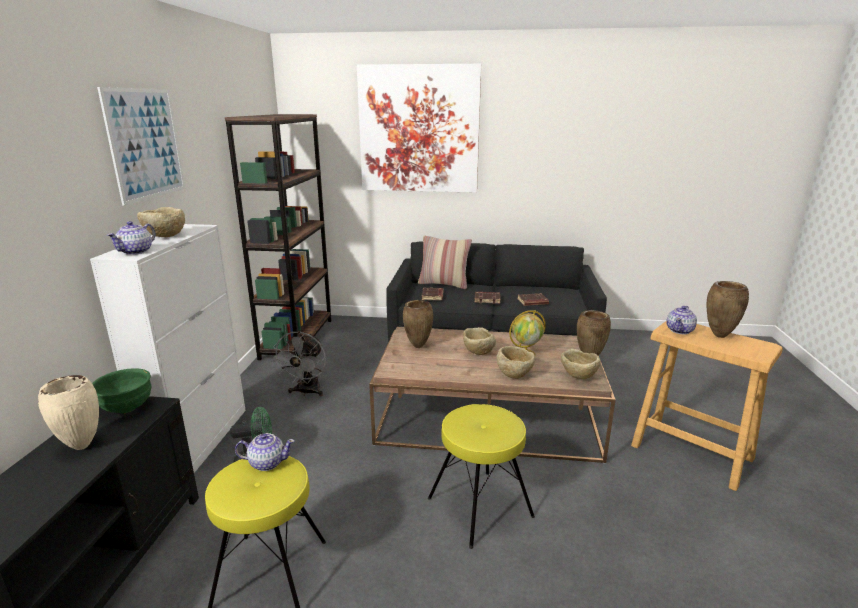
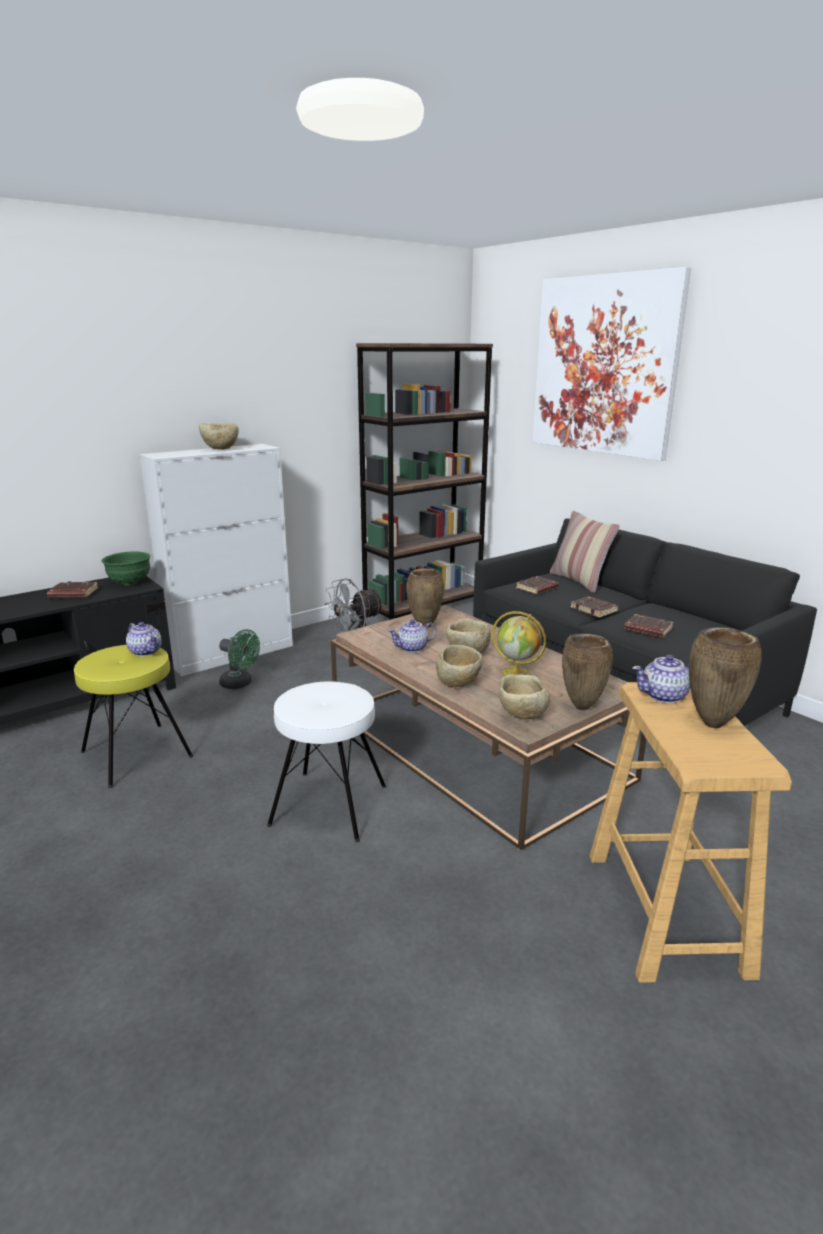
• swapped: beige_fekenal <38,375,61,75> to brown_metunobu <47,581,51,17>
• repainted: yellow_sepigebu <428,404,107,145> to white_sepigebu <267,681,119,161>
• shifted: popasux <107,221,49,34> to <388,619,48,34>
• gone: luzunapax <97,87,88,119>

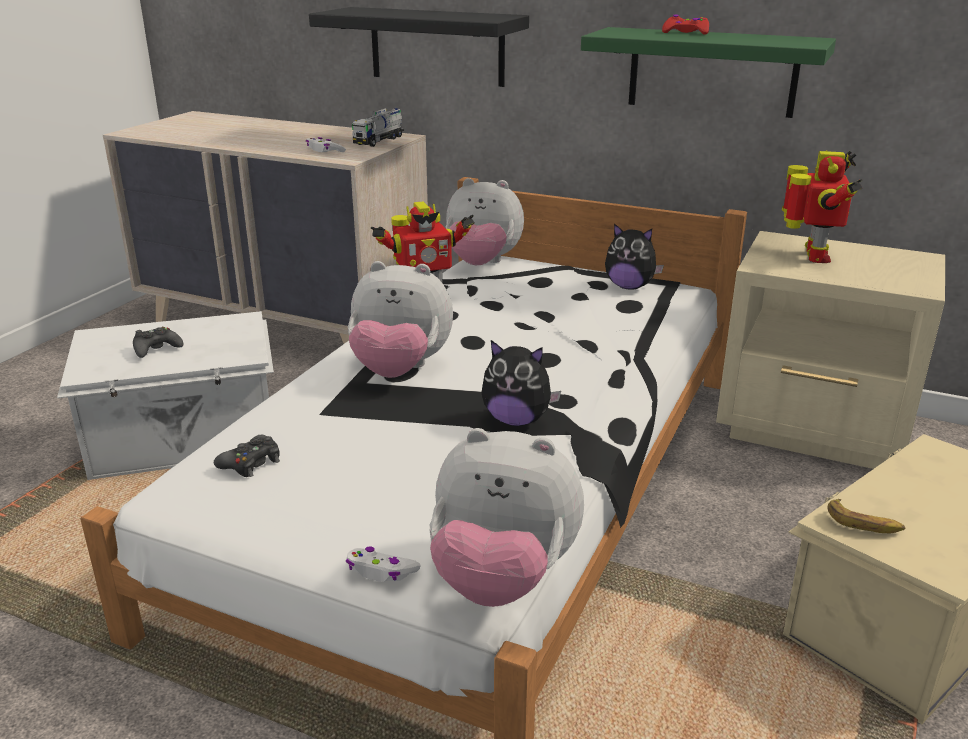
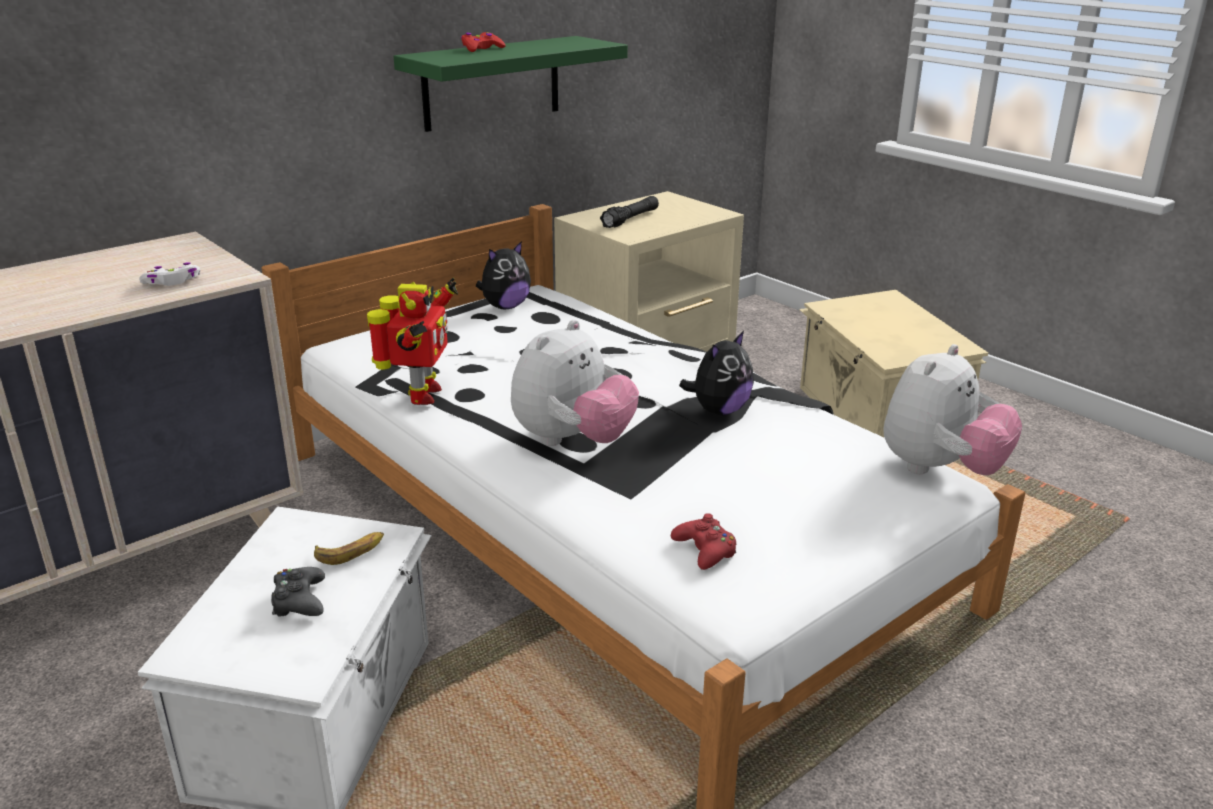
• shifted: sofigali <827,499,78,34> to <314,532,70,33>
• swapped: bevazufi <782,151,81,112> to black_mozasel <600,196,59,32>
• repainted: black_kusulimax <214,435,66,42> to red_kusulimax <671,513,65,57>
• gone: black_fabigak <309,7,220,80>
• gone: white_kusulimax <346,546,75,36>
• gone: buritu <352,108,52,39>
• gone: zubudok <445,178,79,87>

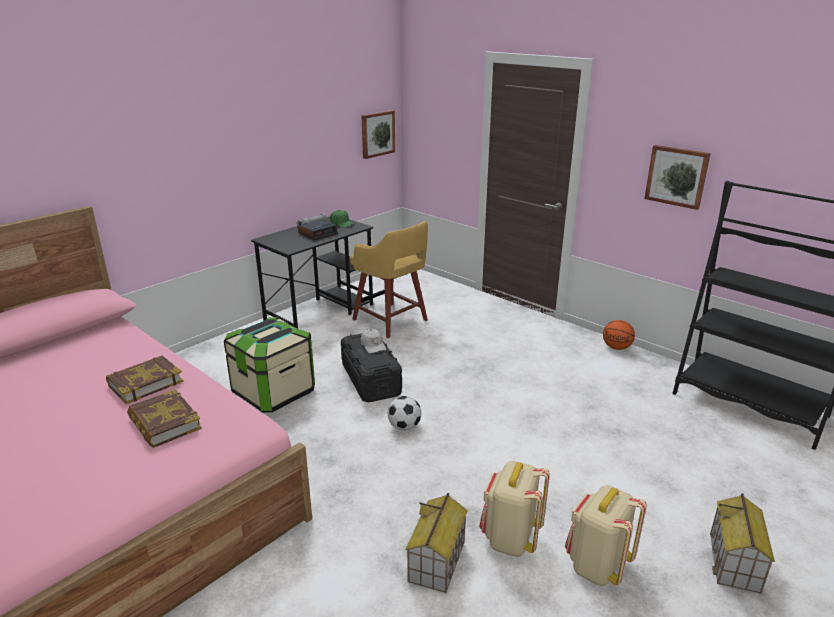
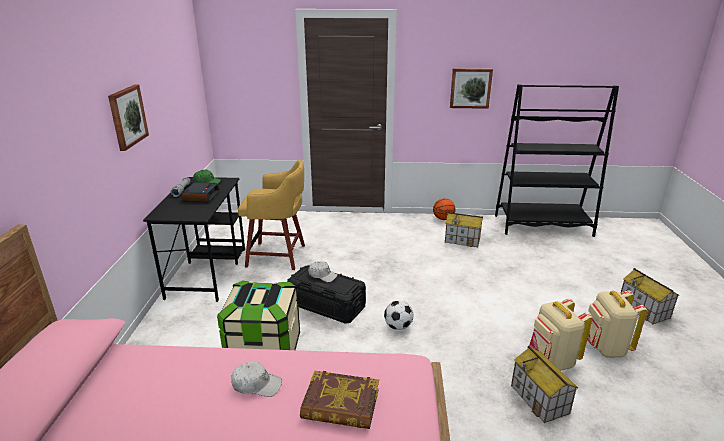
• shifted: luzunapax <361,110,34,49> to <108,85,41,66>
• swapped: metunobu <106,355,78,49> to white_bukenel <231,362,51,35>
• new: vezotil <445,212,38,35>

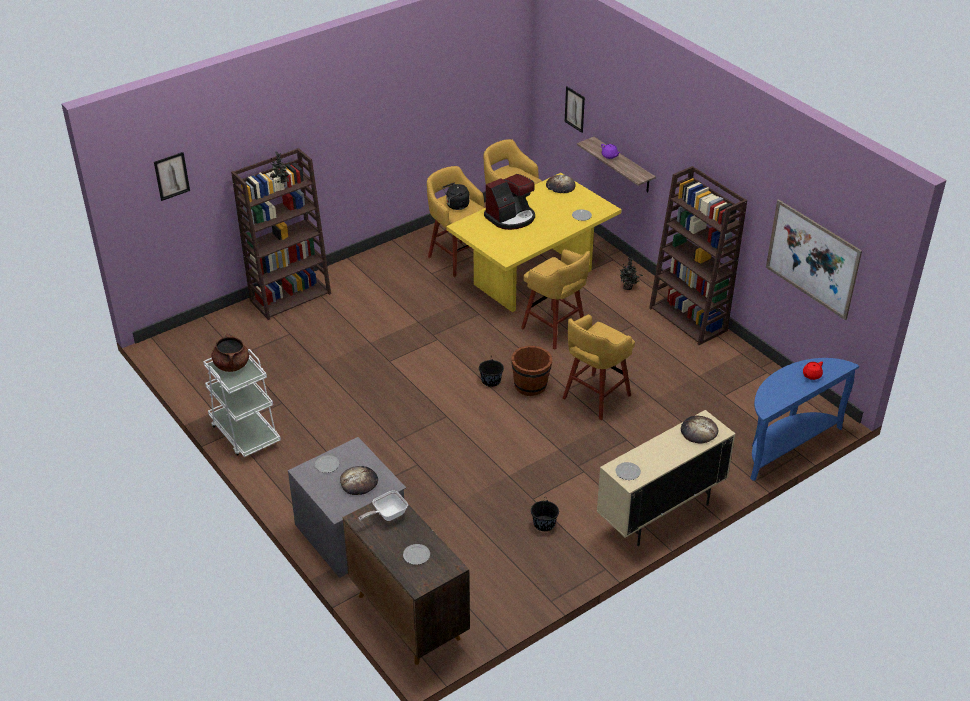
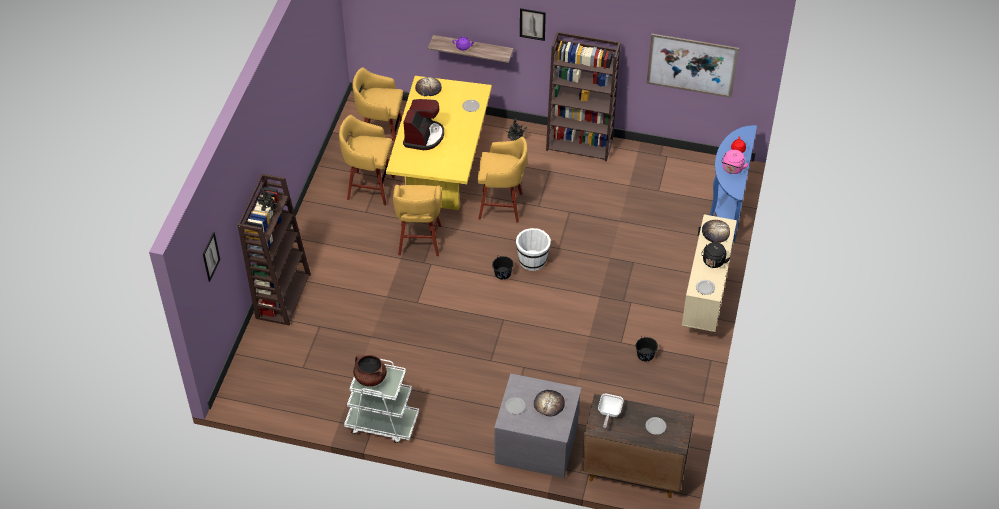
• shifted: yellow_sepigebu <563,314,72,106> to <393,184,49,72>
• repainted: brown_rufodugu <511,346,41,50> to white_rufodugu <516,228,35,43>
• shifted: luzunapax <565,86,20,47> to <520,8,26,33>
• shifted: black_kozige <443,183,26,27> to <701,242,29,26>
• new: pink_kozige <721,150,28,24>

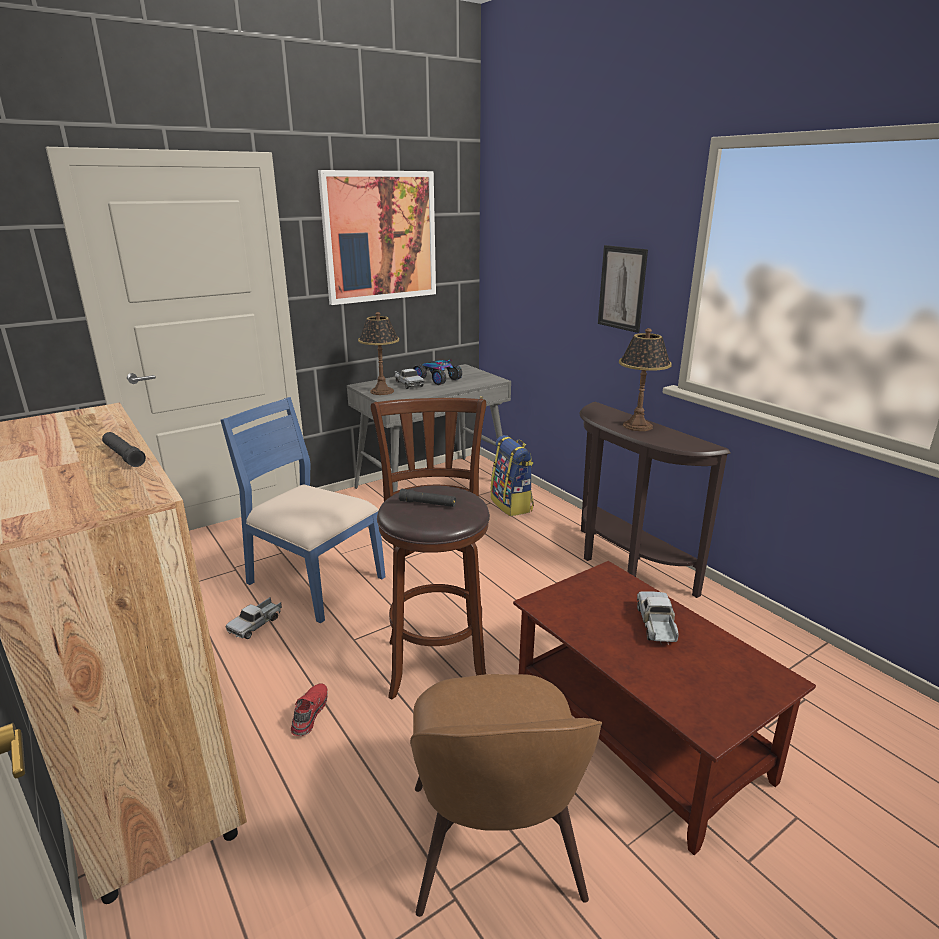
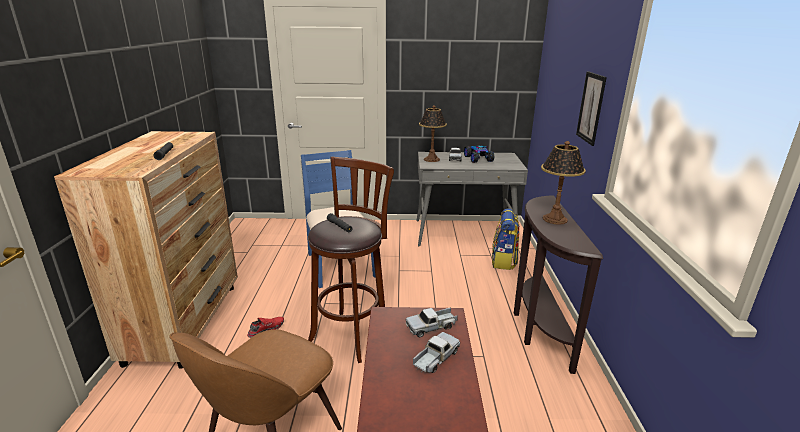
• shifted: buritu <226,597,56,42> to <406,308,52,30>
• gone: luzunapax <318,170,118,135>

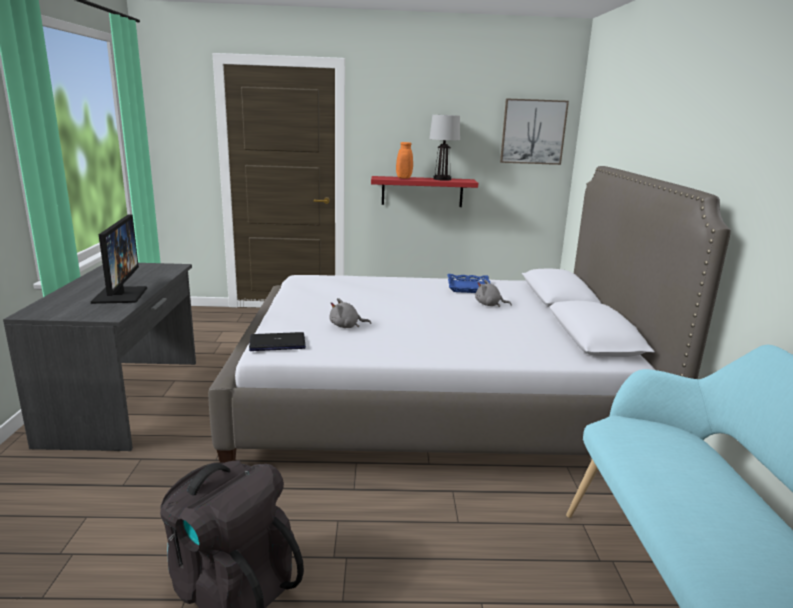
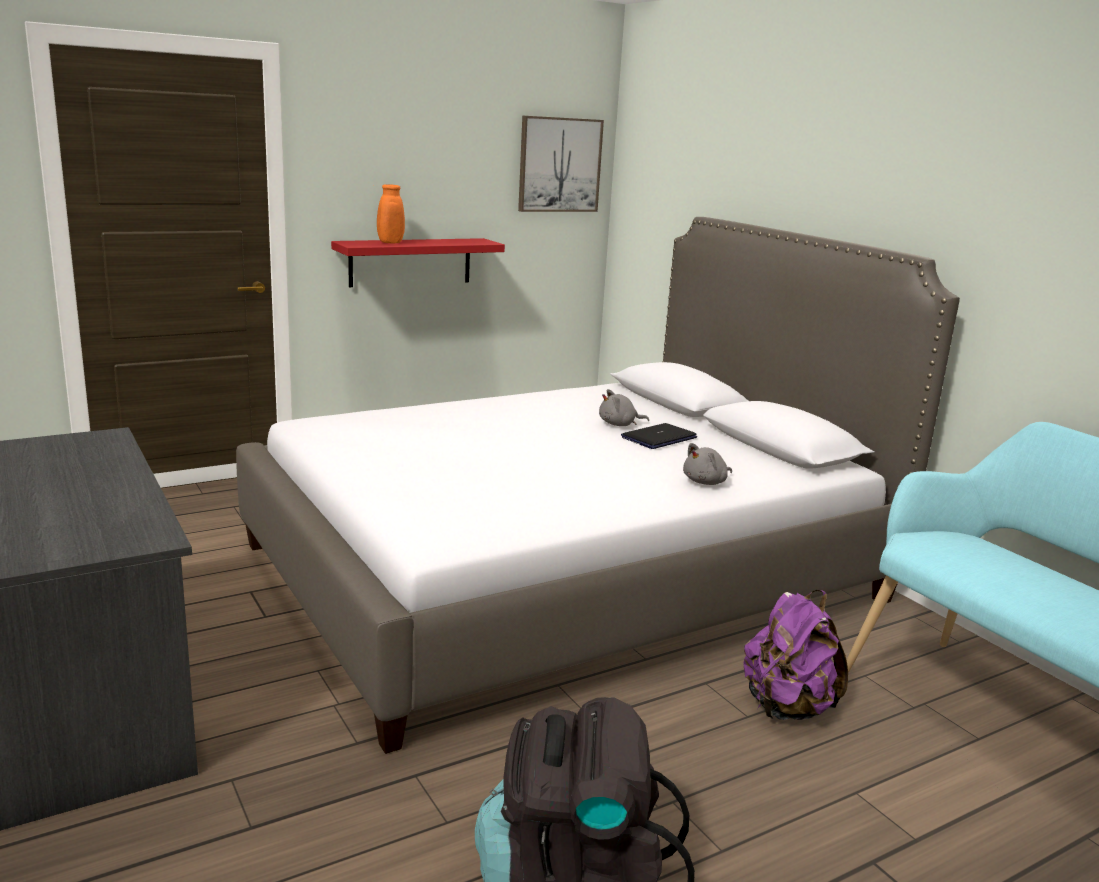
• shifted: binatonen <249,332,57,19> to <621,423,76,26>
• shifted: grey_zubudok <329,298,42,30> to <683,443,49,42>
• new: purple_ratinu <743,590,105,130>
• gone: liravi <91,214,56,90>
• gone: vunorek <429,115,31,66>
• gone: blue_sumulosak <447,274,44,19>

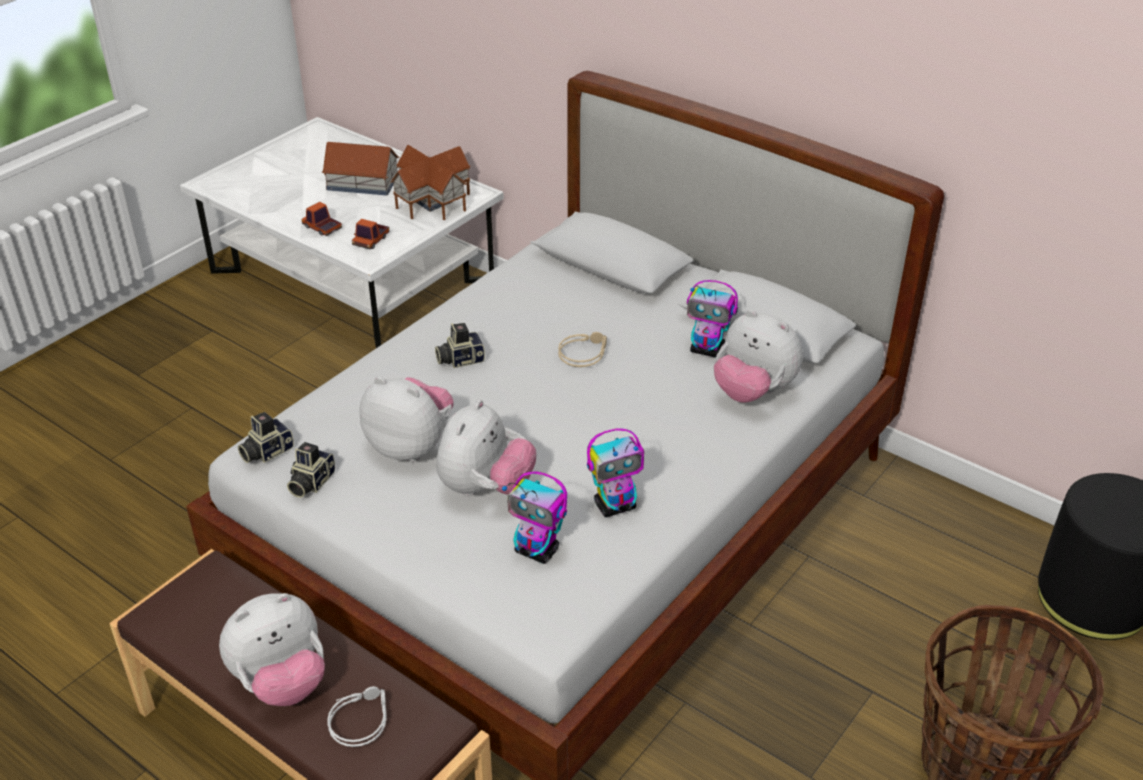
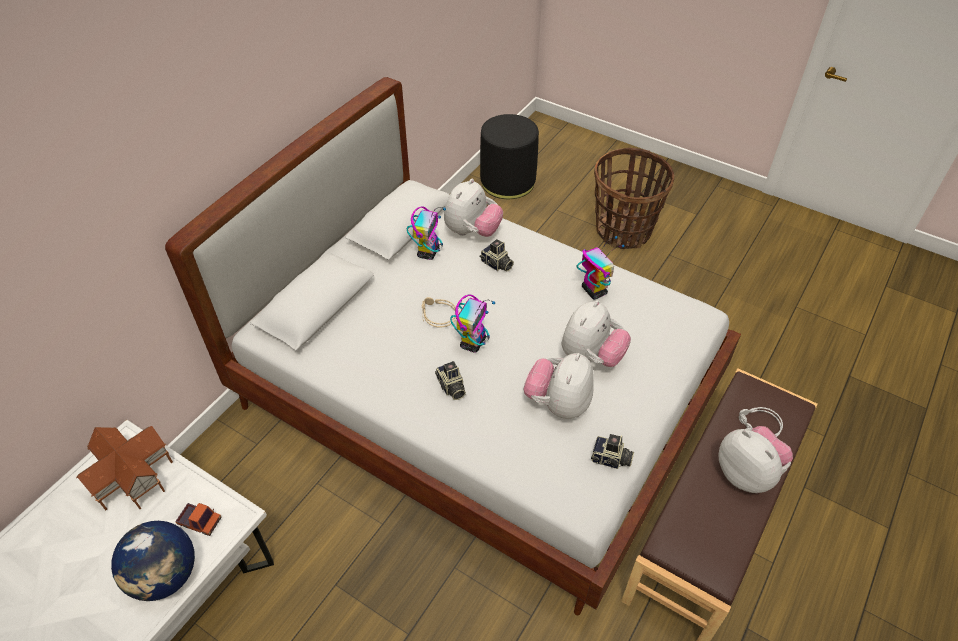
• swapped: buritu <301,202,41,34> to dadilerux <111,521,84,80>
• shifted: bevazufi <502,471,65,93> to <450,294,45,59>
• shifted: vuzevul <238,412,56,51> to <480,239,34,33>
• rotated: zubudok <437,400,99,96> = <561,300,70,67> 105 degrees clockwise
• gone: vezotil <322,142,77,54>

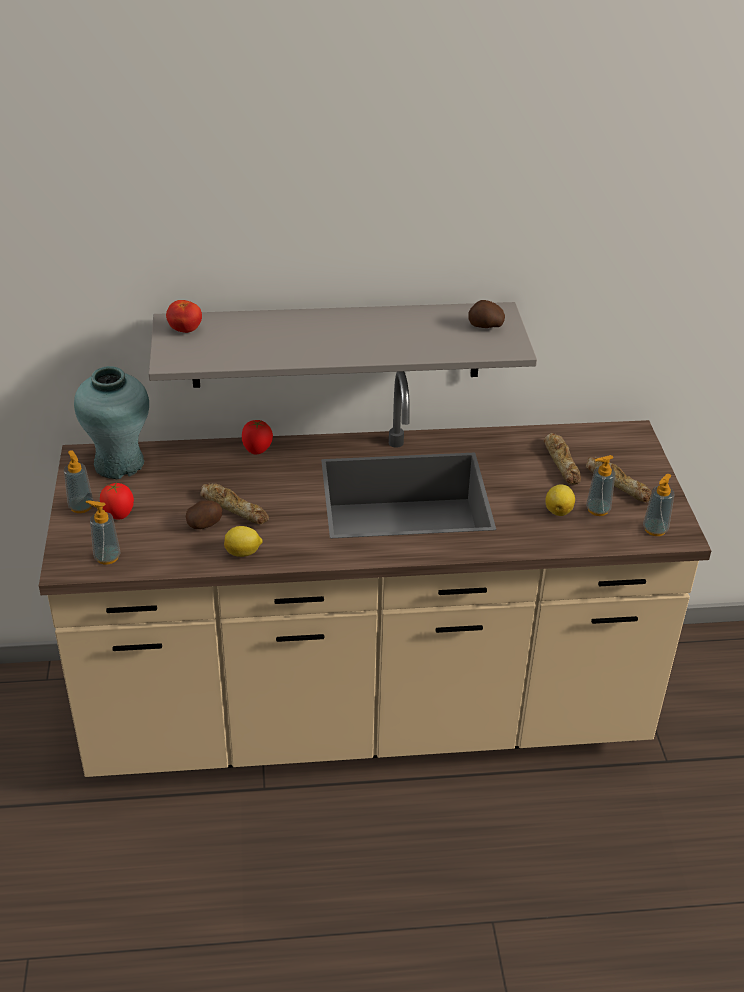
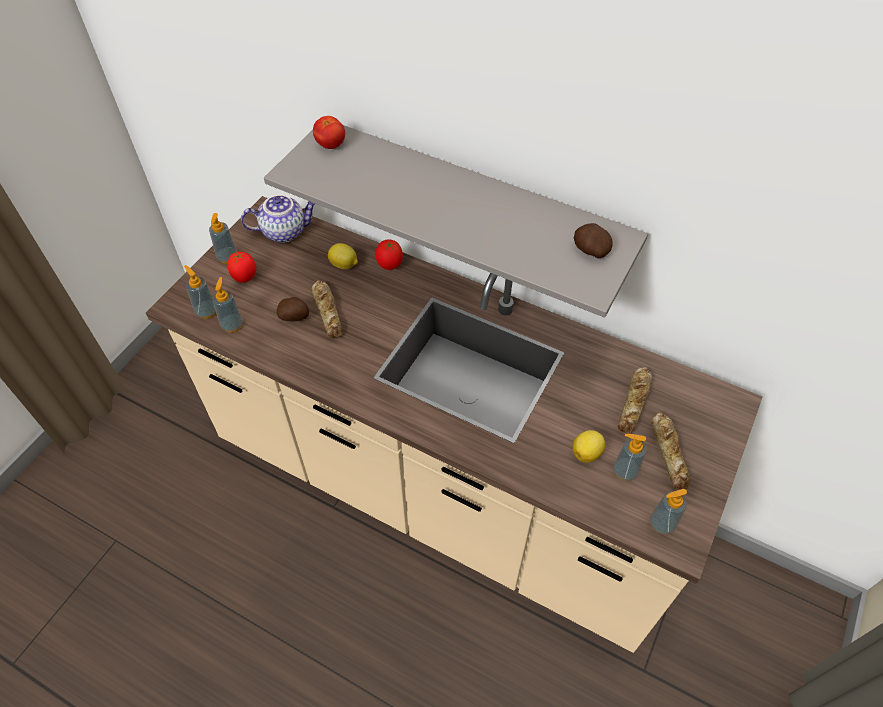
• new: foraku <213,277,30,56>
• swapped: turquoise_fekenal <74,366,75,113> to popasux <241,194,74,49>
• shifted: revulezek <224,526,39,31> to <328,243,30,26>

